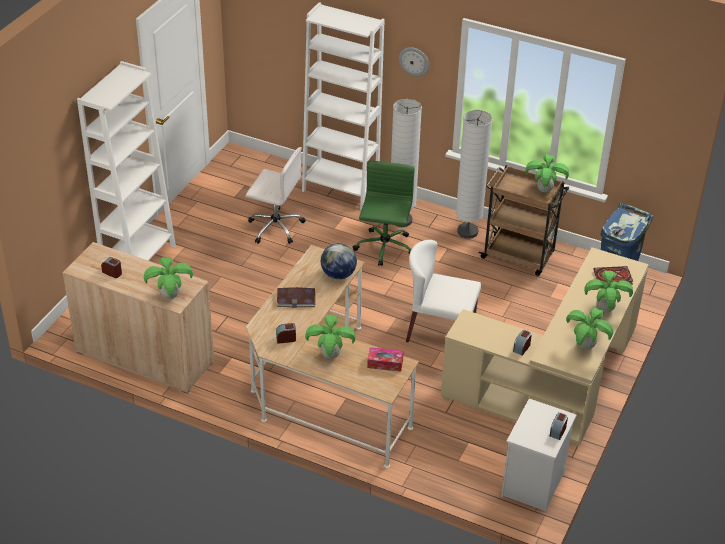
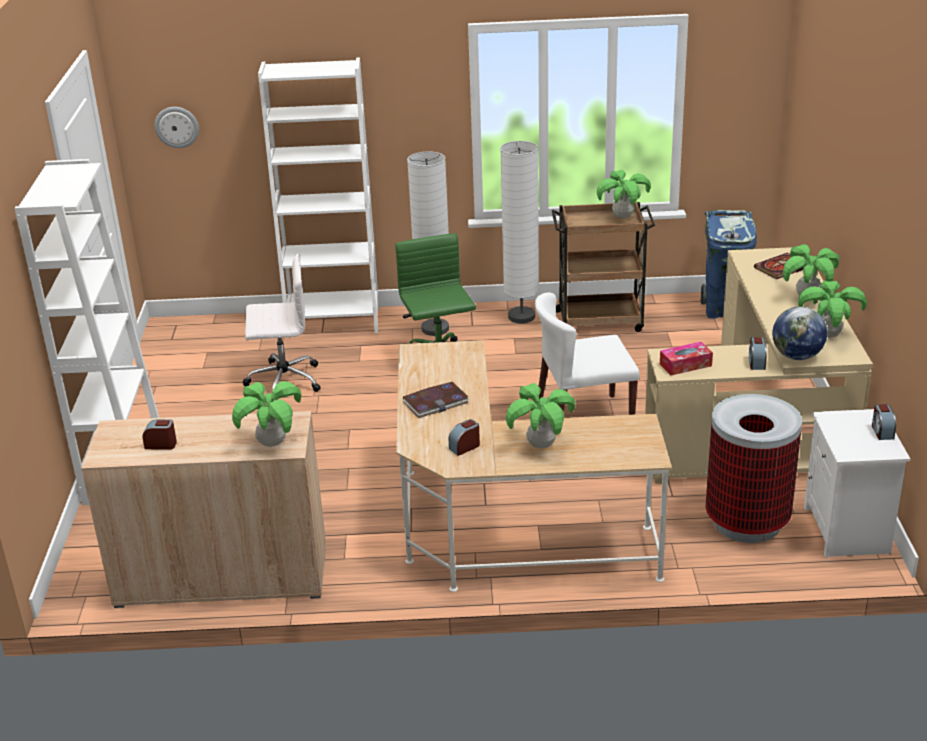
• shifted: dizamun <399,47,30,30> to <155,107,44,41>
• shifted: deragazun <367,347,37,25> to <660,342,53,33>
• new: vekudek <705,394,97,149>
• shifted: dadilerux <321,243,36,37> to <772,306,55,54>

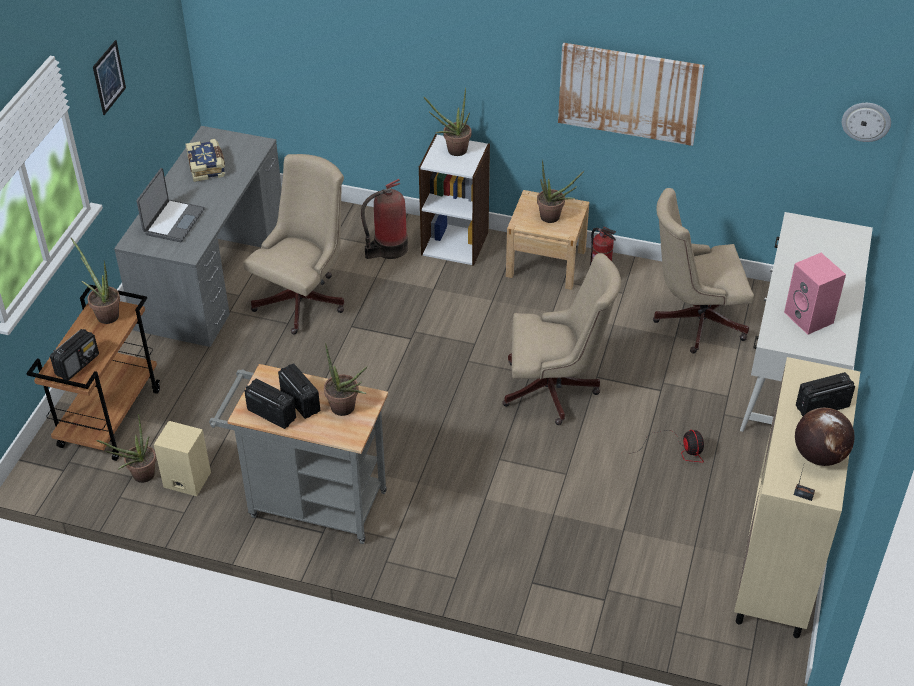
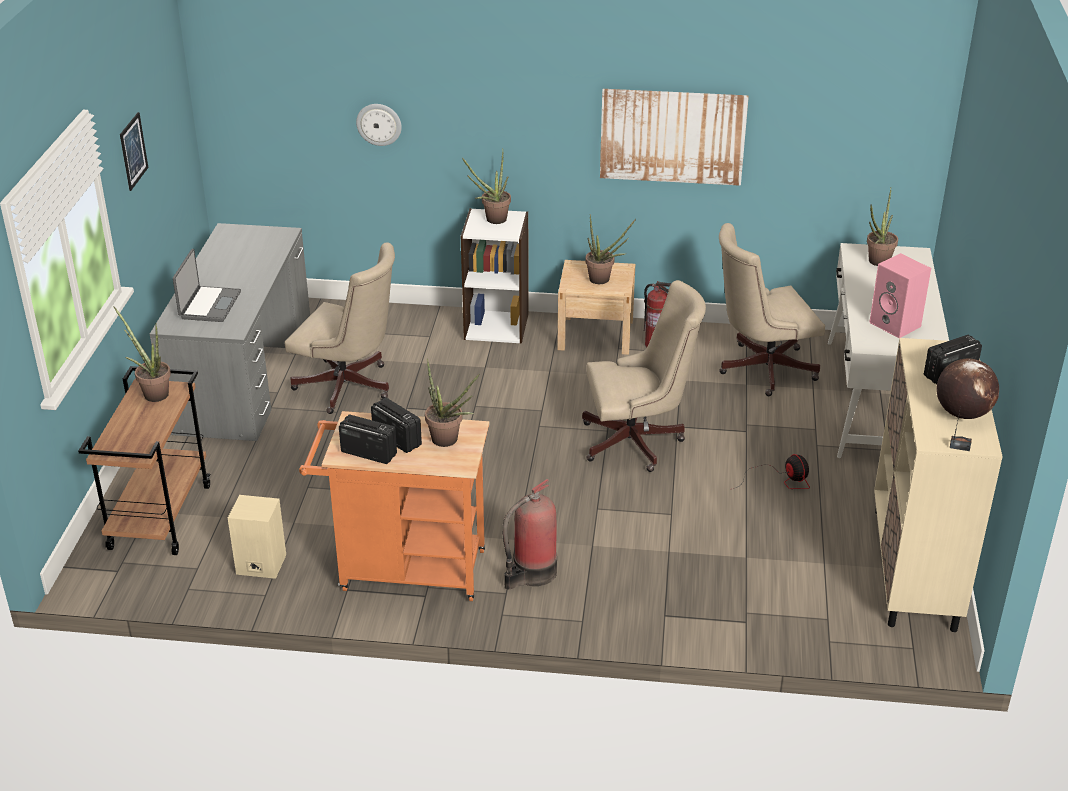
• rotated: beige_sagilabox <243,154,101,180> = <285,243,110,171> 90 degrees clockwise
• repainted: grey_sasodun <209,364,179,180> to orange_sasodun <299,411,190,190>
• shifted: dizamun <842,103,49,39> to <356,104,46,42>
• shifted: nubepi <361,179,47,80> to <502,479,55,110>
• shifted: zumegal <96,414,60,69> to <867,188,31,78>
• gone: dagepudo <50,329,49,52>
• gone: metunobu <186,139,39,43>

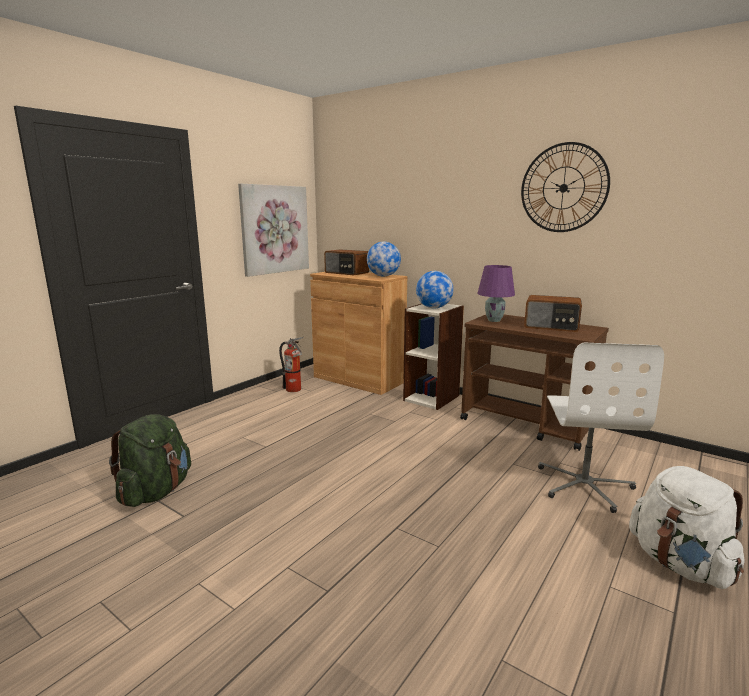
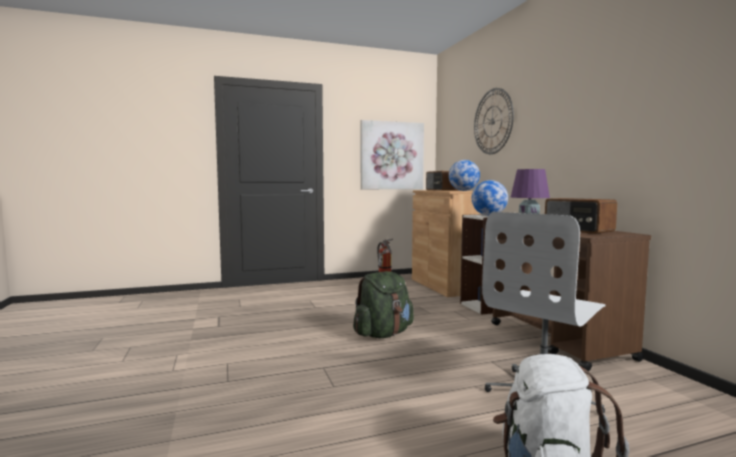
• shifted: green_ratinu <109,414,82,93> to <353,271,61,67>
• shifted: dizamun <521,142,89,90> to <474,88,40,66>

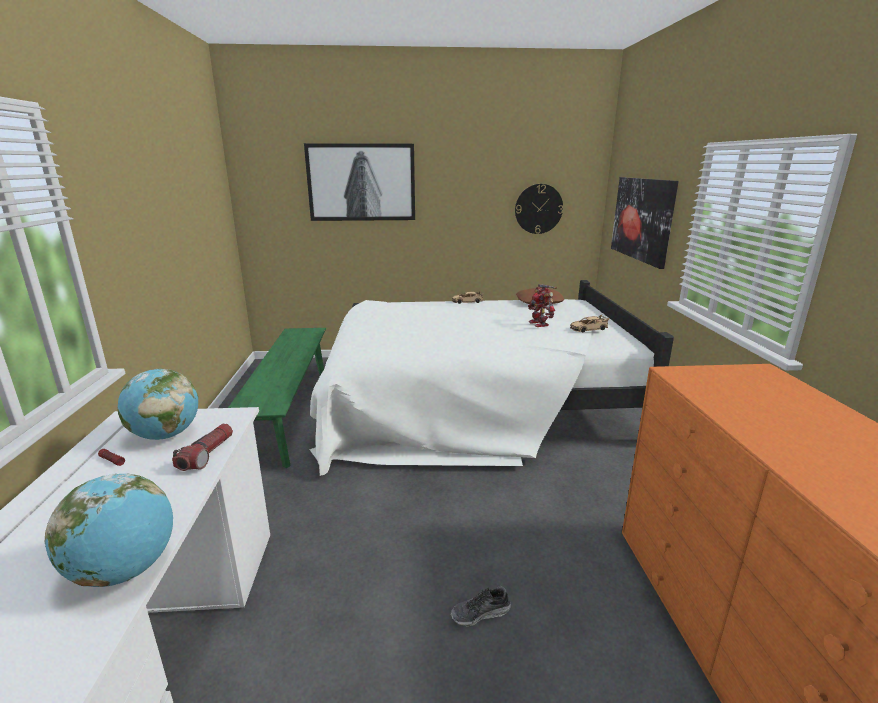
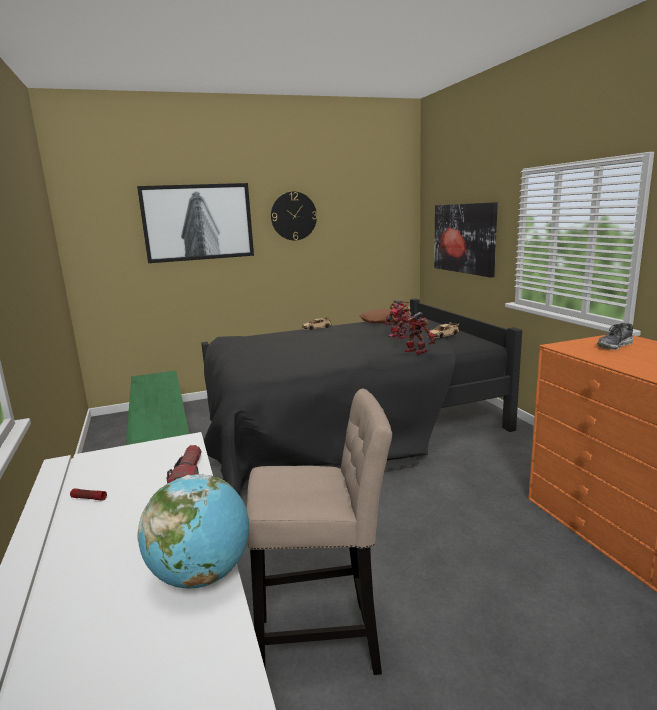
• repainted: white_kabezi <309,280,365,196> to black_kabezi <201,299,321,196>
• new: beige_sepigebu <246,389,146,286>
• shifted: dizamun <515,184,48,50> to <271,191,46,49>
• new: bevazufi <396,312,39,42>
• shifted: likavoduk <451,586,60,41> to <597,323,36,27>
• gone: dadilerux <117,369,81,71>

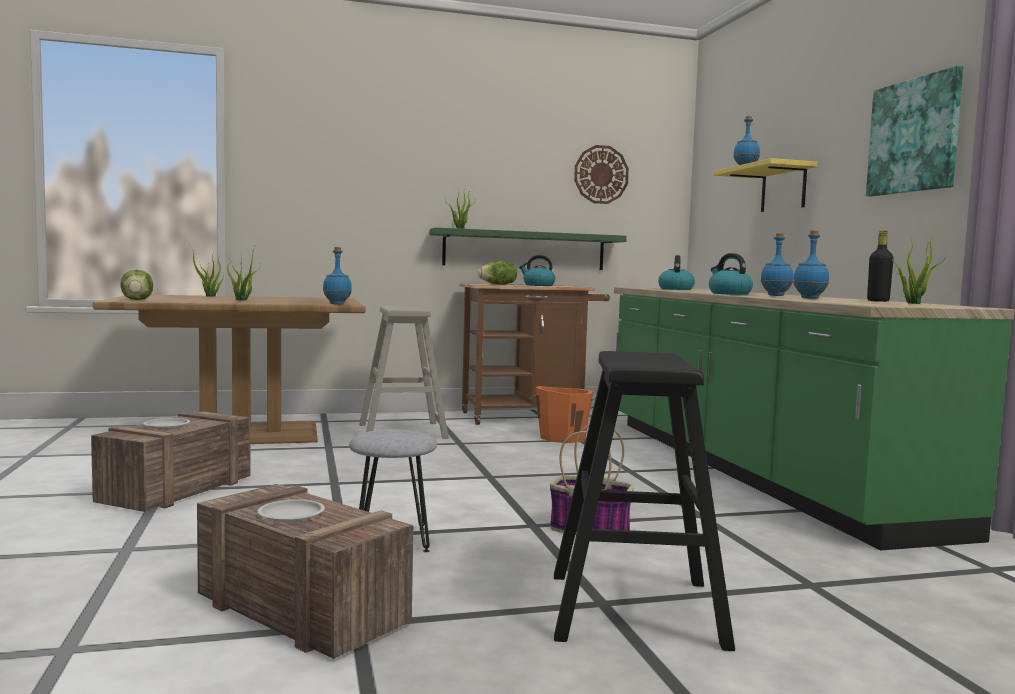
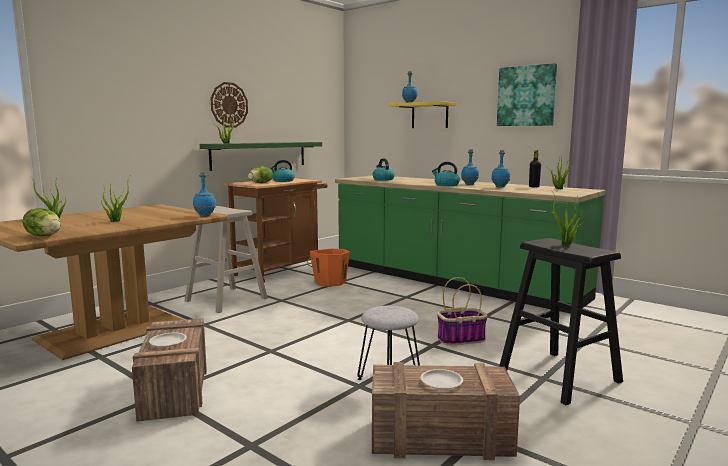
• shifted: dizamun <574,145,55,59> to <211,82,37,46>
• new: zumegal <551,190,33,55>

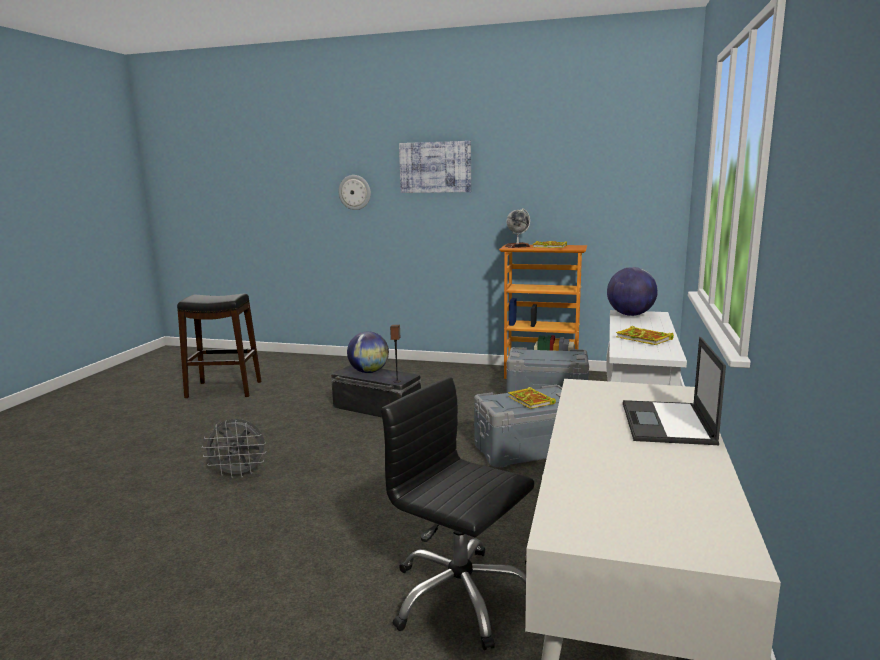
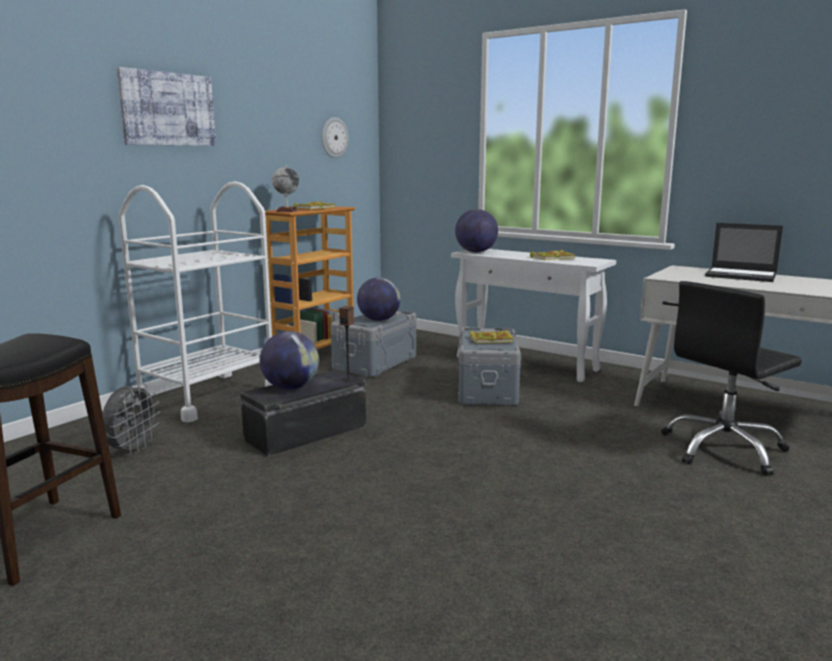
• shifted: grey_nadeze <202,419,65,59> to <103,383,57,72>
• new: white_sasodun <119,181,153,241>
• shifted: dizamun <338,175,33,35> to <322,117,27,41>
• new: dadilerux <357,277,44,44>

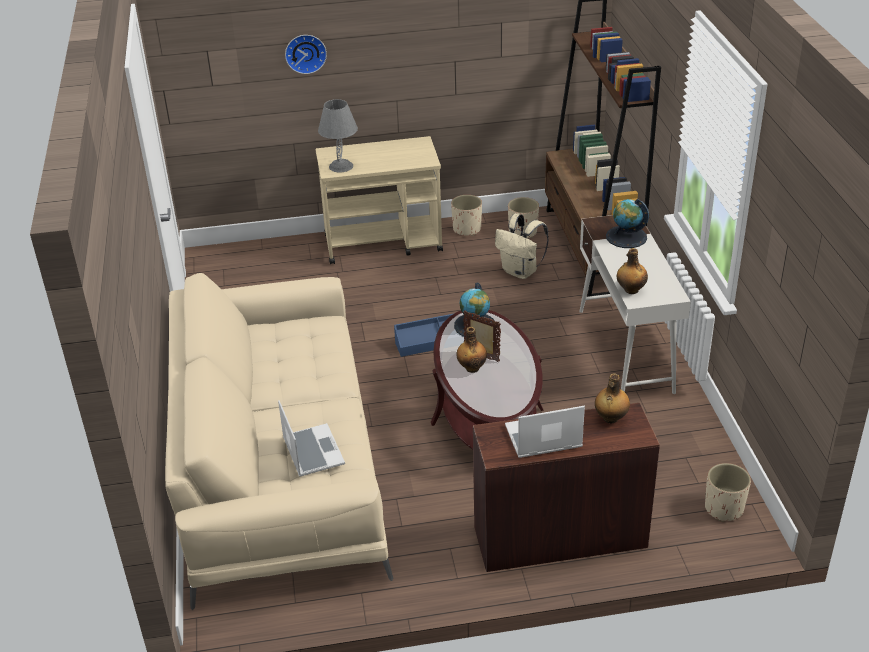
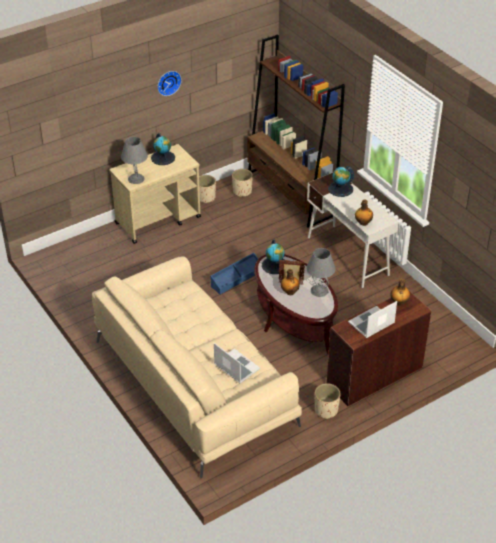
• new: dadilerux <151,133,24,32>
• shifted: dizamun <285,35,42,39> to <157,71,25,25>
• new: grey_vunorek <306,248,29,49>
• shifted: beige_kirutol <705,463,46,59> to <315,383,25,36>
• gone: beige_ratinu <495,213,54,66>

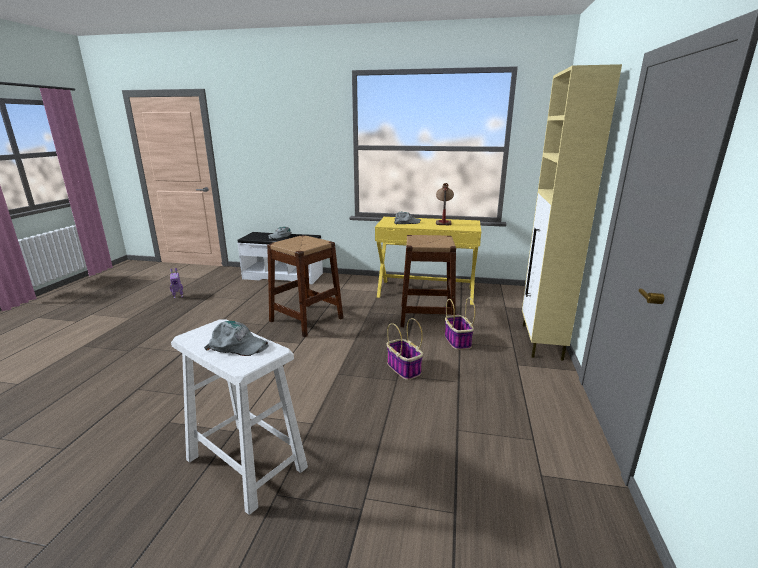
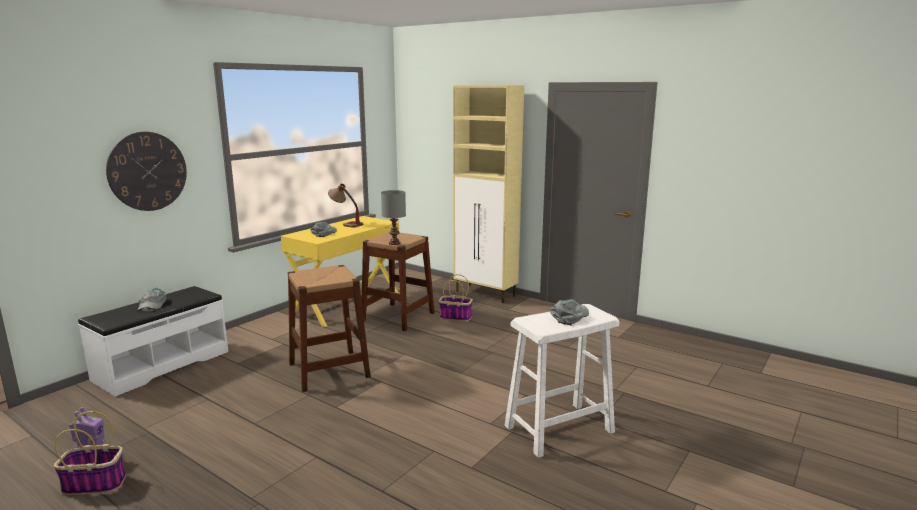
• shifted: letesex <387,318,36,62> to <54,411,72,84>
• new: dizamun <106,132,81,79>
• new: grey_vunorek <381,190,25,55>

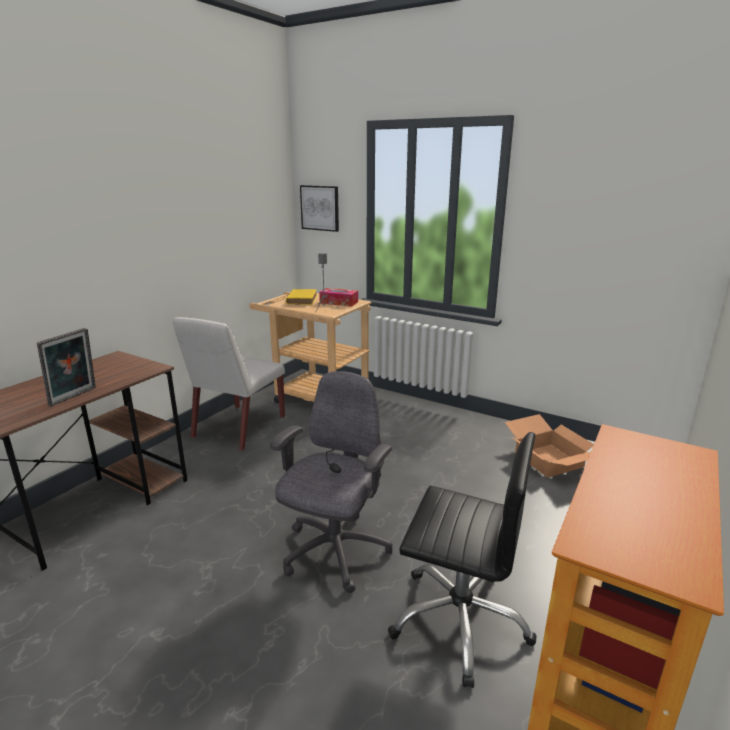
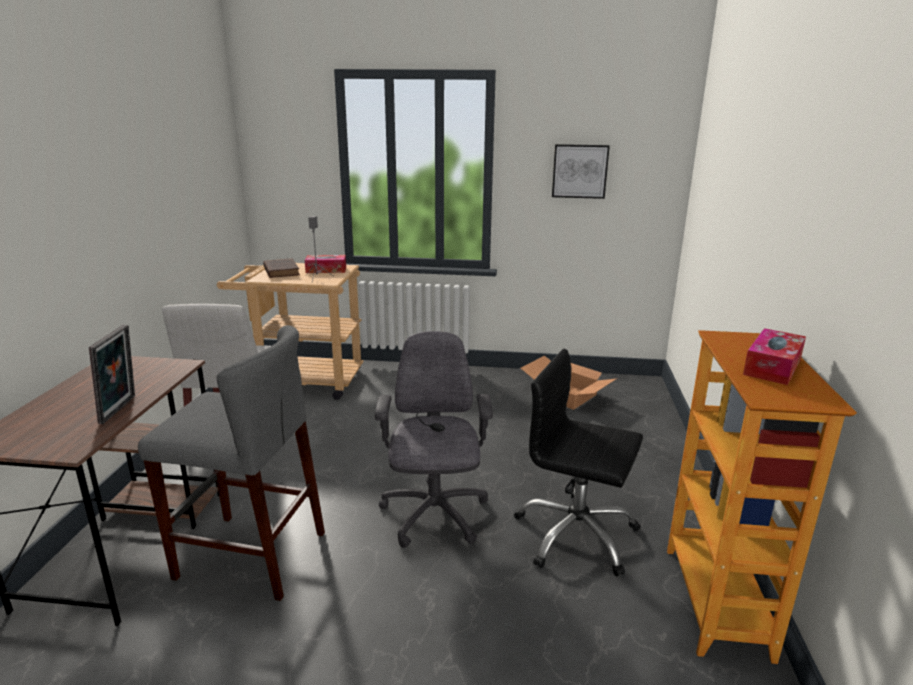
• new: grey_sepigebu <138,325,187,276>
• repainted: yellow_metunobu <286,289,31,16> to brown_metunobu <263,258,37,20>
• rotated: black_sagilabox <388,432,149,256> = <514,349,129,227> 150 degrees counterclockwise
• shifted: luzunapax <300,185,39,47> to <552,144,58,55>
• new: deragazun <743,328,63,57>

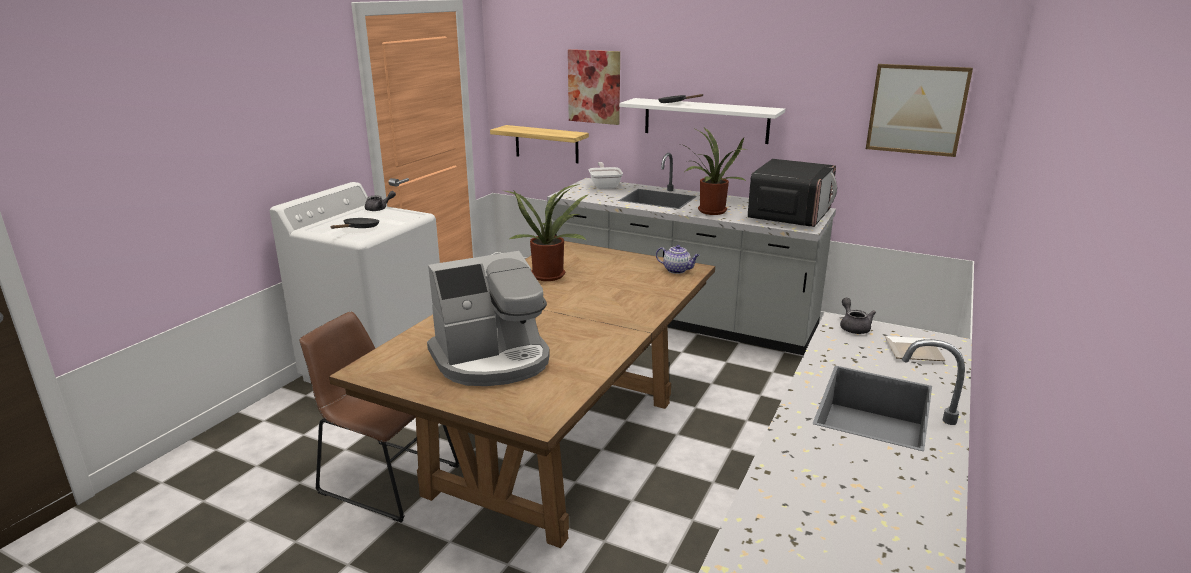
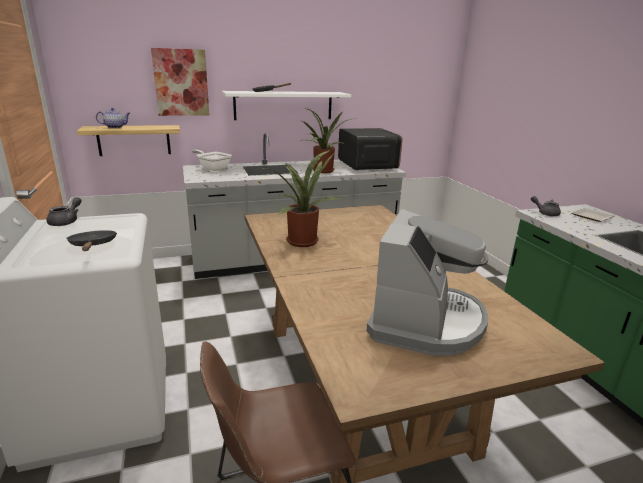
• shifted: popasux <656,245,44,29> to <96,108,34,20>
• gone: luzunapax <866,64,107,93>

